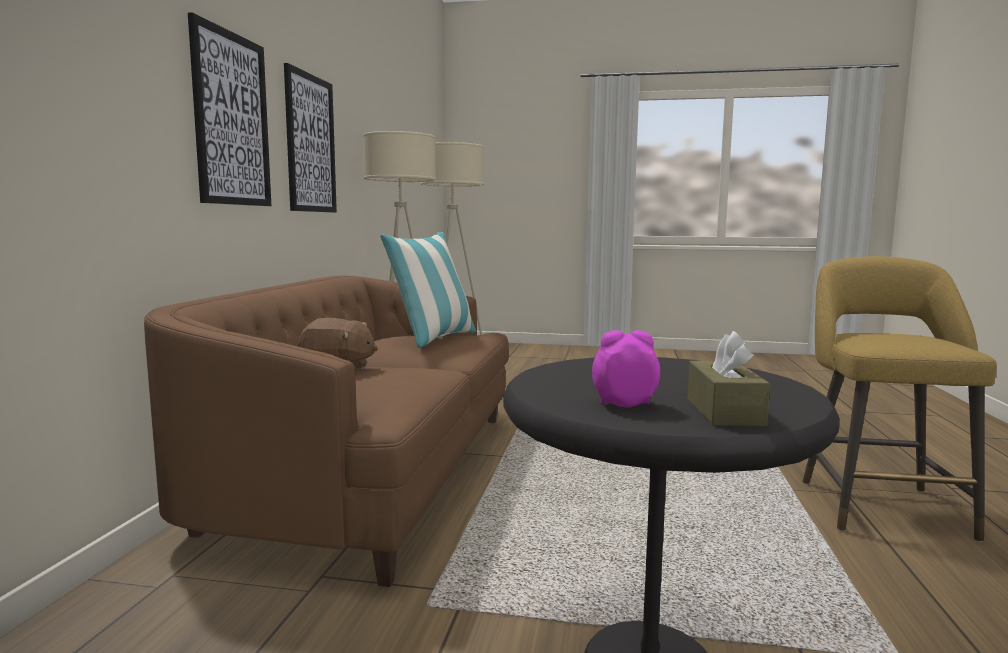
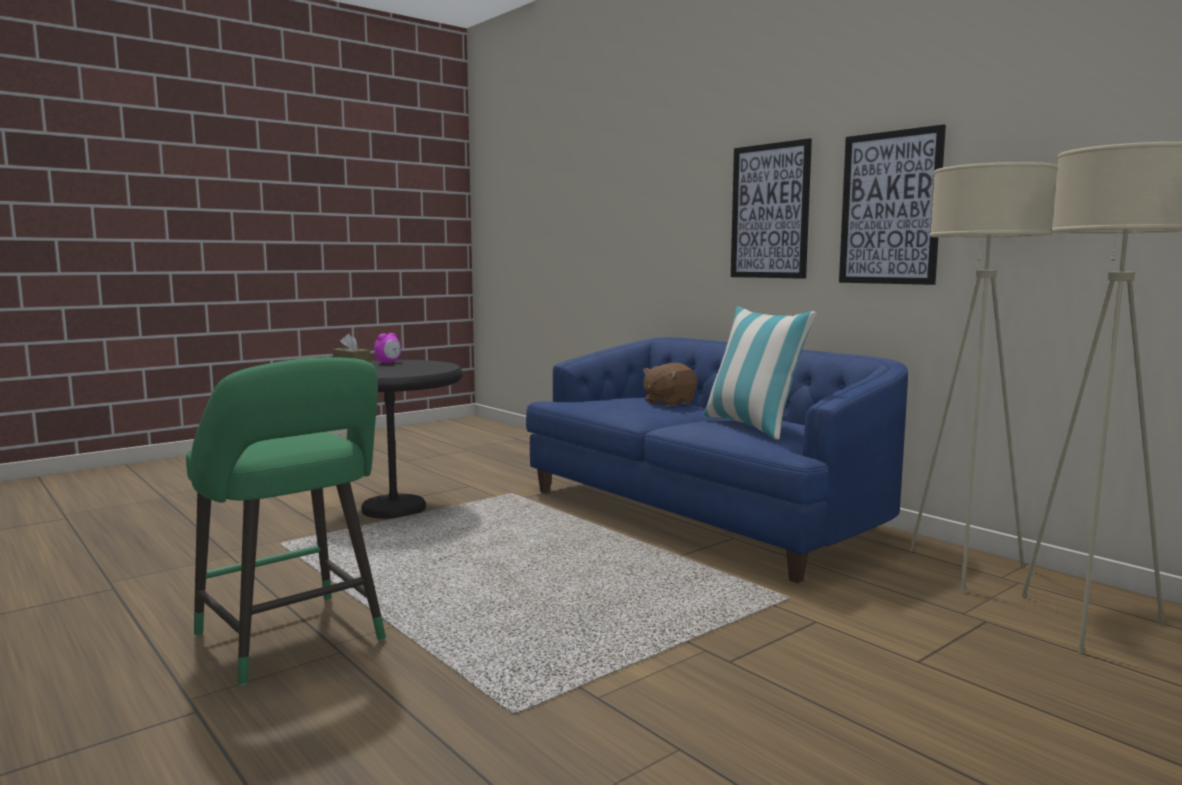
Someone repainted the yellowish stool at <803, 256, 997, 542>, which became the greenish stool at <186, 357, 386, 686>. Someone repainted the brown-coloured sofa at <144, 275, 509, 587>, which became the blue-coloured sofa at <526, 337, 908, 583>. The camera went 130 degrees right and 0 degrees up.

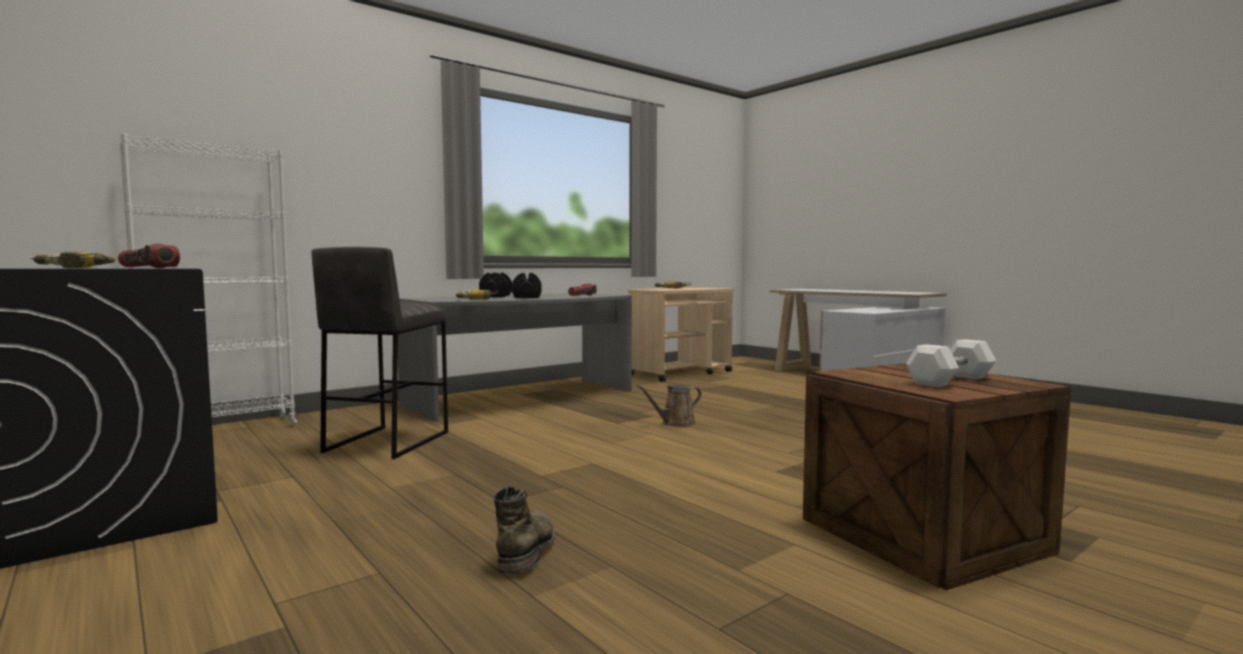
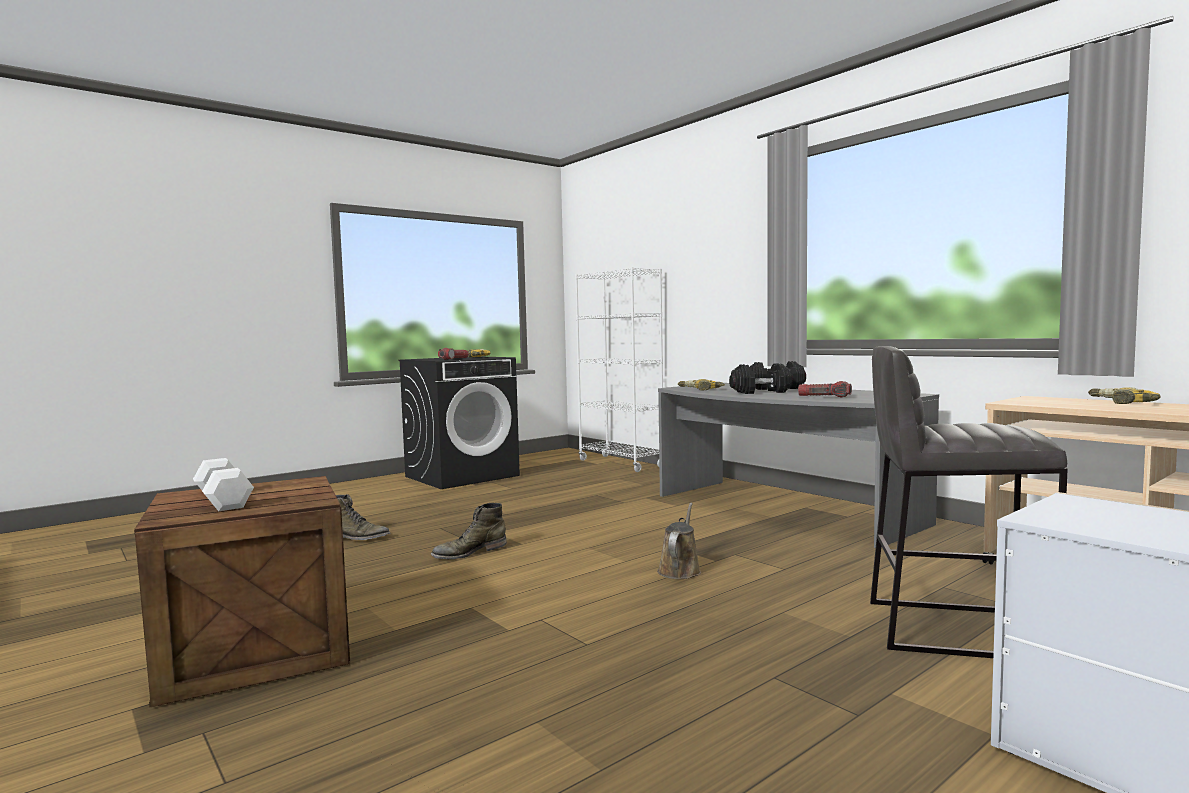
Someone carried the greyish stool from <312, 247, 448, 459> to <870, 346, 1067, 658>. Someone rotated the brown-coloured watering pot at <636, 385, 701, 427> by 45 degrees clockwise. Someone put down the greenish tall boot at <431, 503, 507, 559>. The camera went 90 degrees right and 0 degrees up.

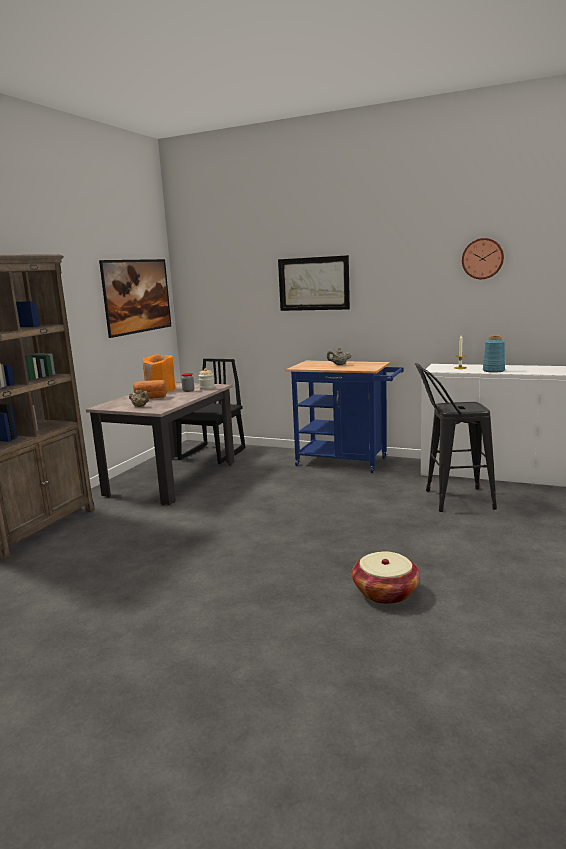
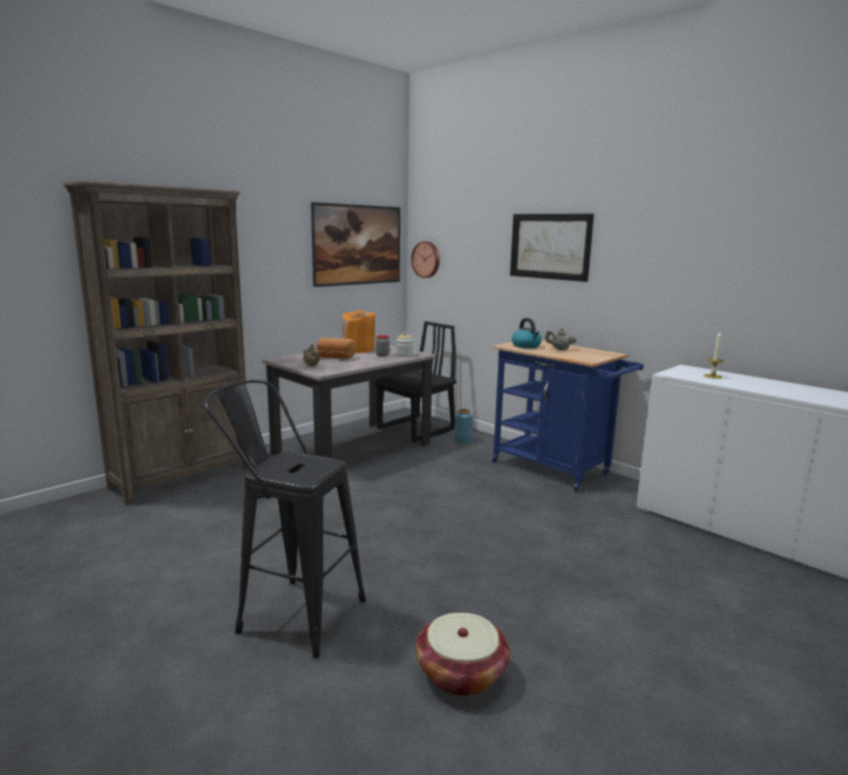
Someone carried the wall clock from <462, 238, 504, 279> to <411, 241, 440, 278>. Someone carried the blue-coloured vase from <483, 336, 505, 373> to <453, 409, 473, 444>. Someone carried the blackish stool from <415, 363, 497, 512> to <204, 380, 366, 658>. Someone put down the water kettle at <512, 318, 542, 348>. The camera went 20 degrees right and 0 degrees up.

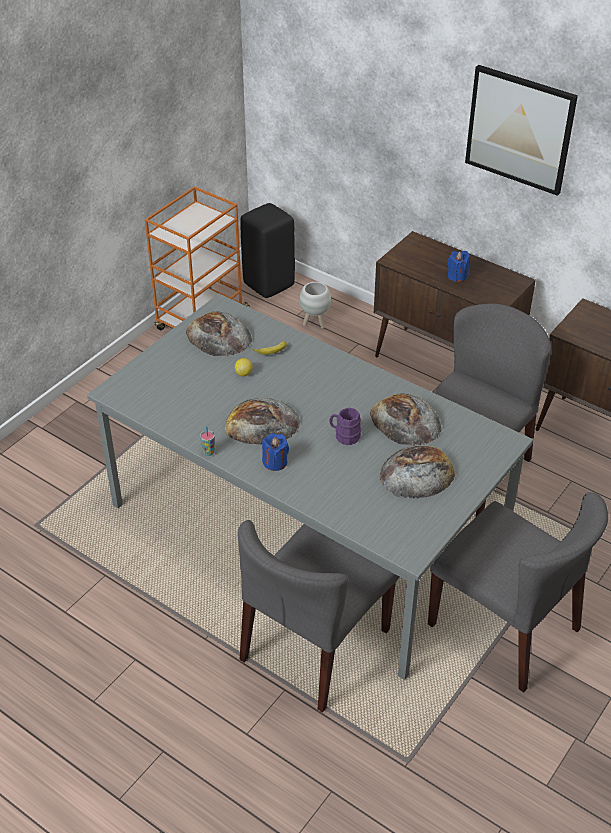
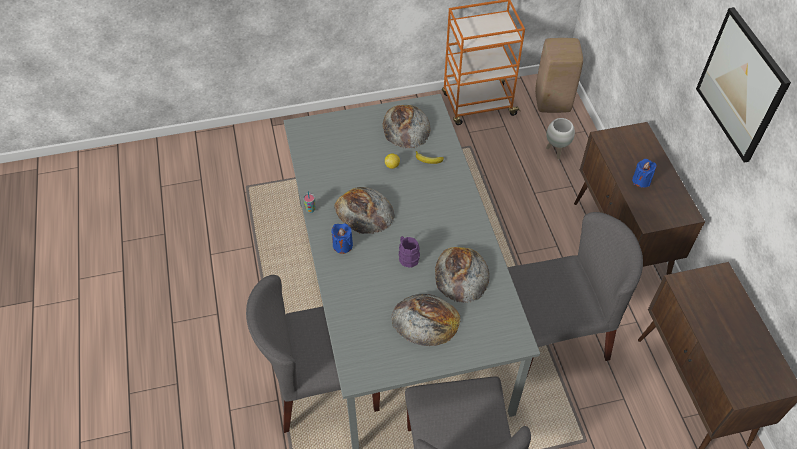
Someone repainted the blackish stool at <240, 203, 295, 298>, which became the beige-coloured stool at <535, 38, 583, 113>. The camera went 40 degrees right and 10 degrees up.

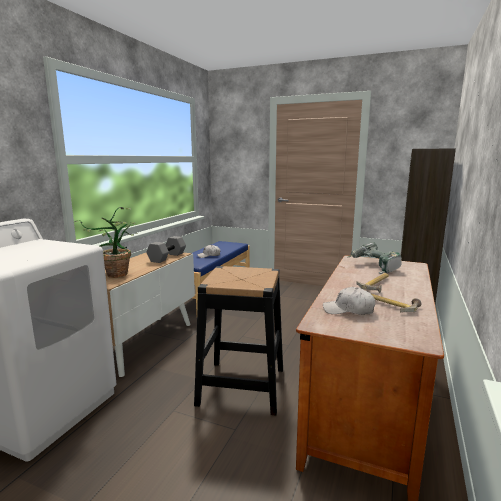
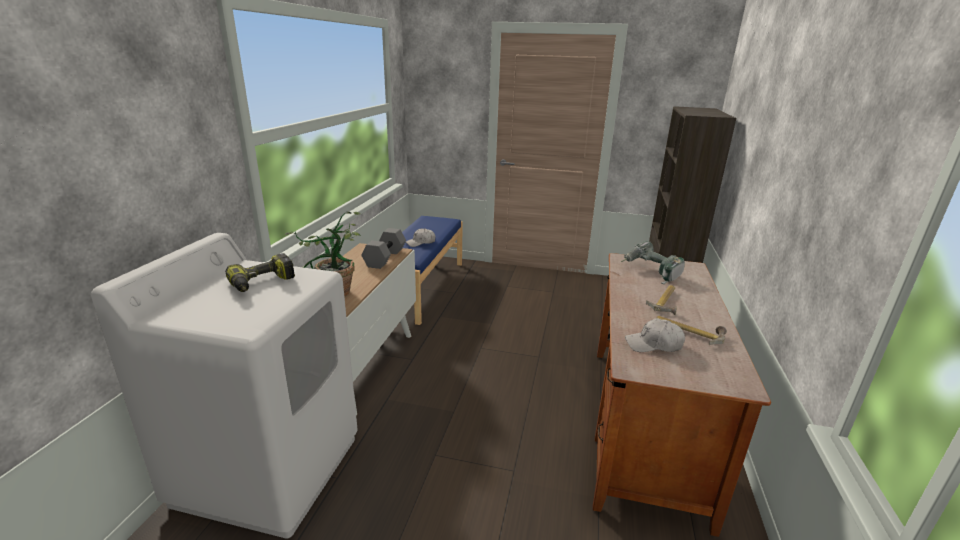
Someone took away the blackish stool at <194, 266, 283, 416>. Someone put down the power drill at <225, 253, 295, 292>. The camera went 10 degrees left and 10 degrees up.

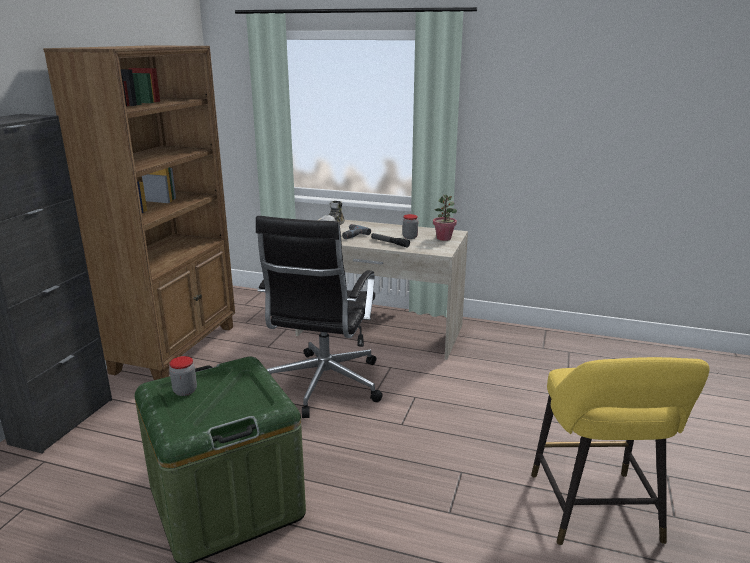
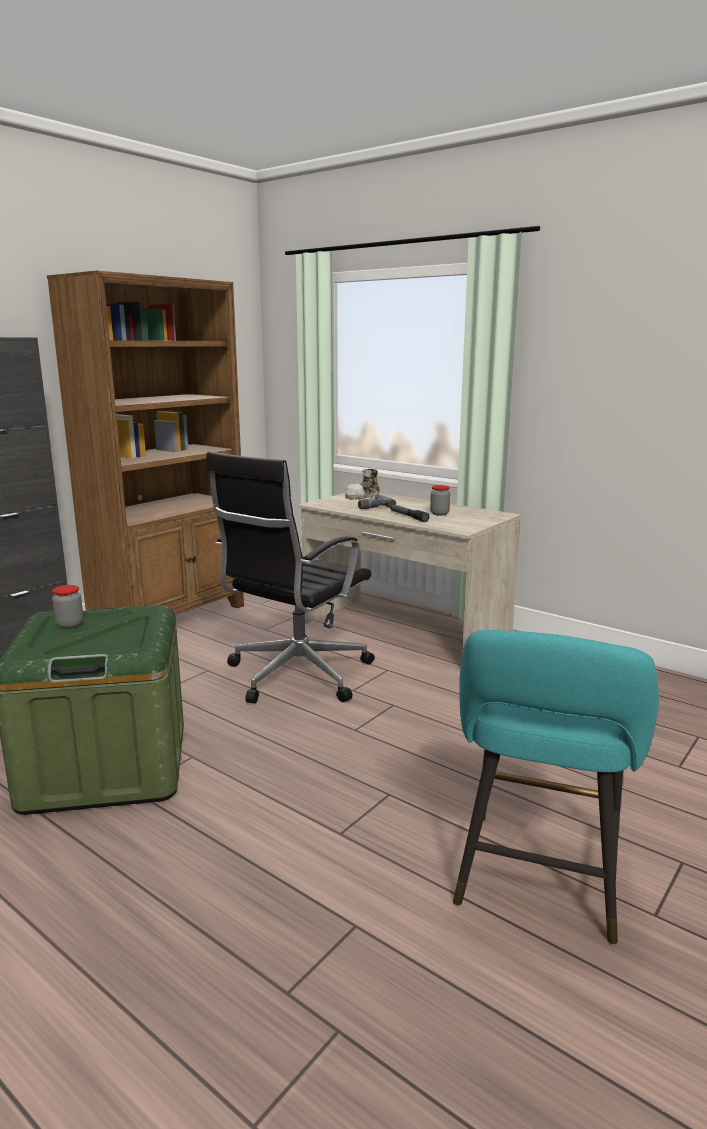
Someone took away the houseplant at <433, 195, 457, 241>. Someone repainted the yellowish stool at <531, 357, 709, 545>, which became the turquoise-coloured stool at <453, 630, 659, 945>. The camera went 20 degrees right and 5 degrees down.

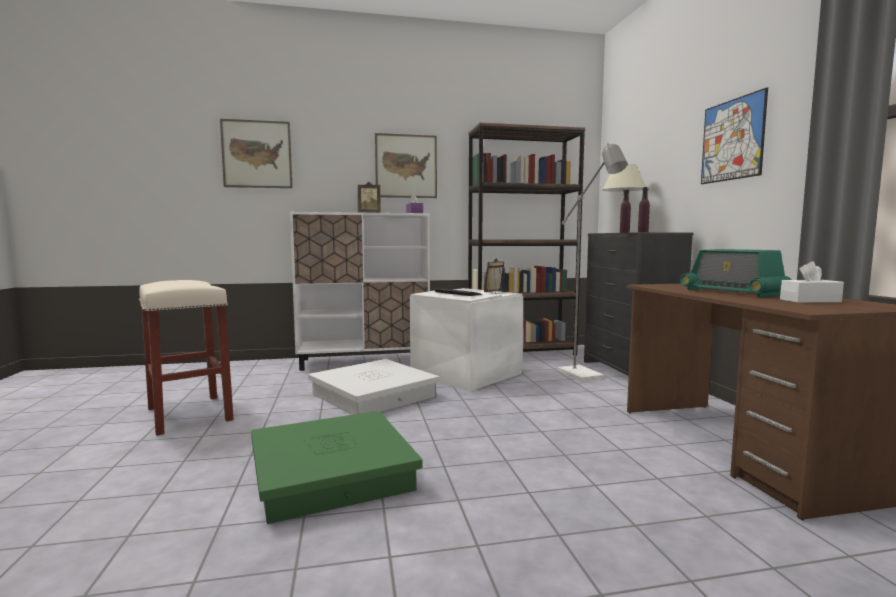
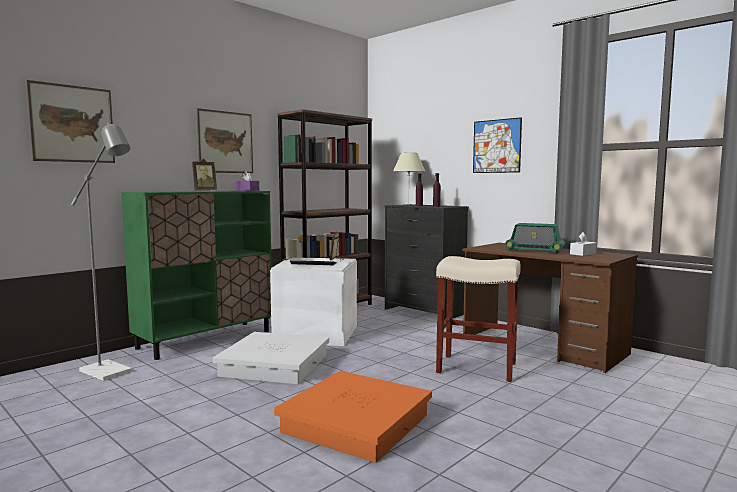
Someone carried the greyish standard lamp from <558, 143, 628, 381> to <71, 123, 132, 381>. Someone repainted the white storage cabinet at <290, 212, 430, 371>, which became the greenish storage cabinet at <121, 191, 272, 360>. Someone carried the beige-coloured stool from <139, 280, 234, 436> to <436, 256, 521, 382>. Someone repainted the greenish storage box at <251, 411, 423, 524>, which became the orangey storage box at <274, 371, 432, 463>. The camera went 35 degrees left and 0 degrees up.

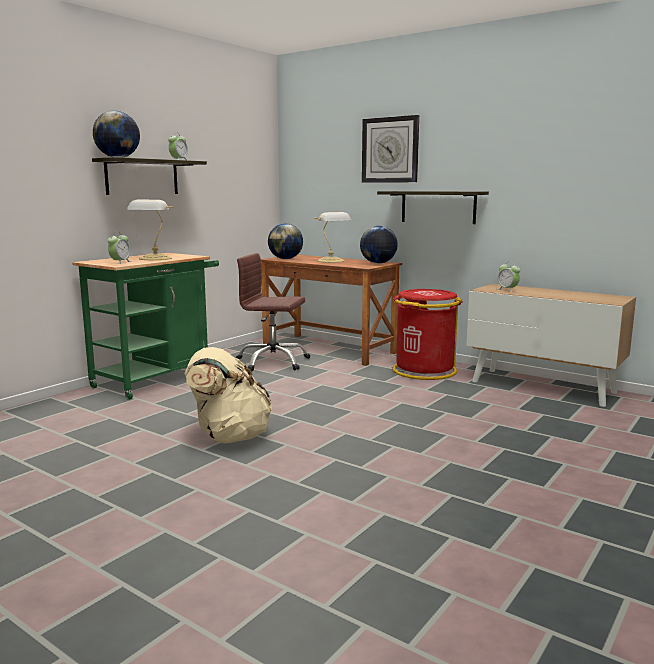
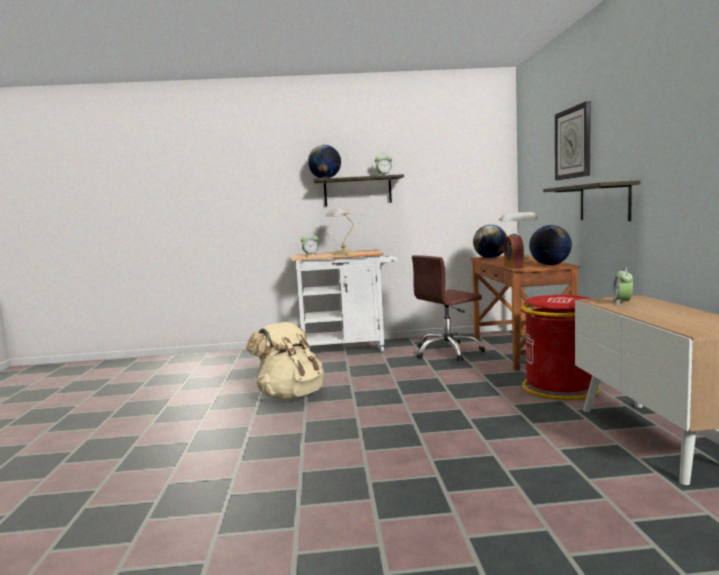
Someone repainted the greenish trolley at <72, 253, 219, 400>, which became the white trolley at <291, 250, 397, 352>. Someone rotated the brown-coloured desk chair at <236, 253, 310, 371> by 90 degrees counterclockwise. Someone put down the bedside clock at <504, 234, 524, 269>. The camera went 50 degrees right and 5 degrees down.

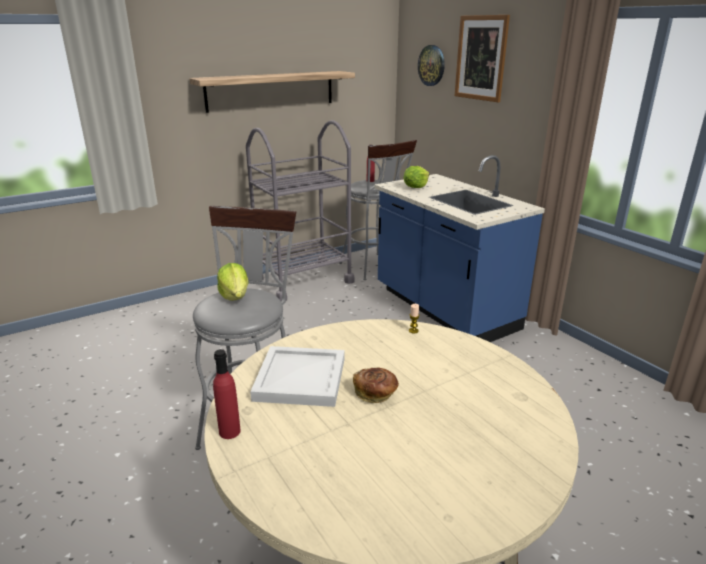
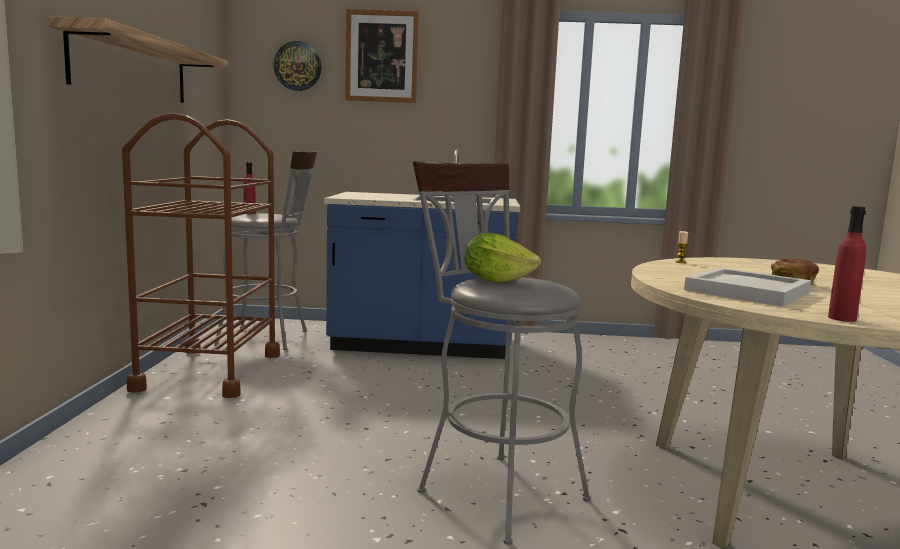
Someone repainted the greyish trolley at <246, 120, 355, 301>, which became the brown-coloured trolley at <122, 113, 280, 398>. Someone took away the head of lettuce at <403, 166, 430, 188>. The camera went 55 degrees left and 15 degrees down.

